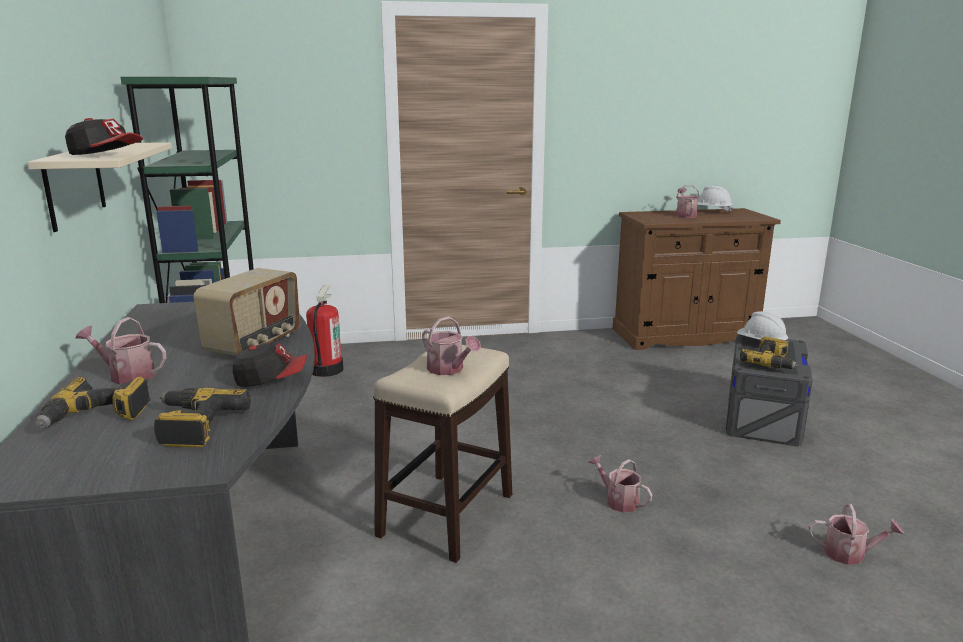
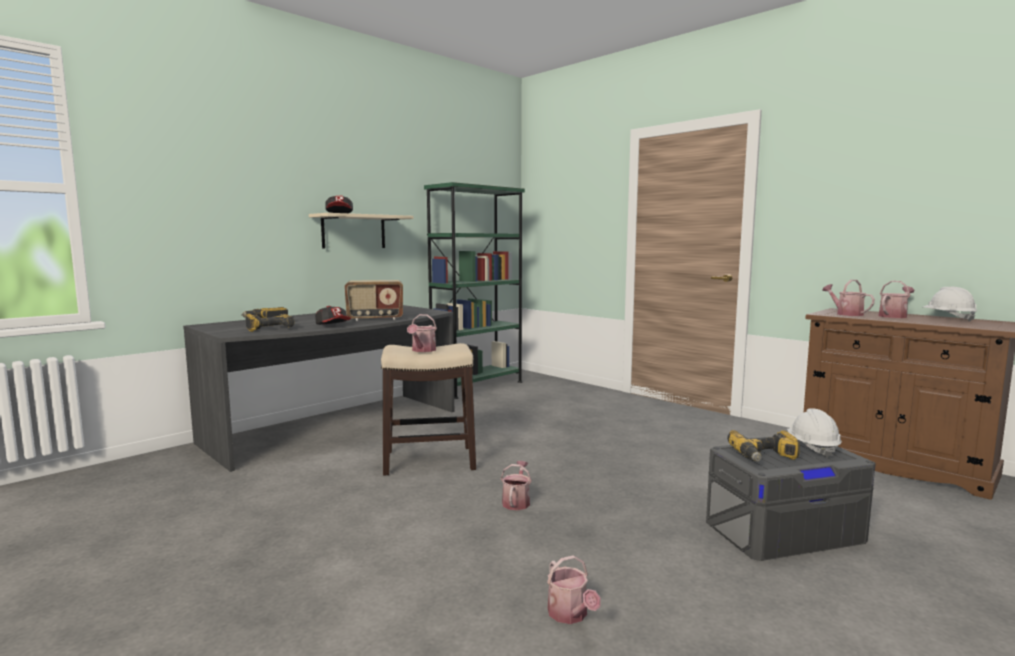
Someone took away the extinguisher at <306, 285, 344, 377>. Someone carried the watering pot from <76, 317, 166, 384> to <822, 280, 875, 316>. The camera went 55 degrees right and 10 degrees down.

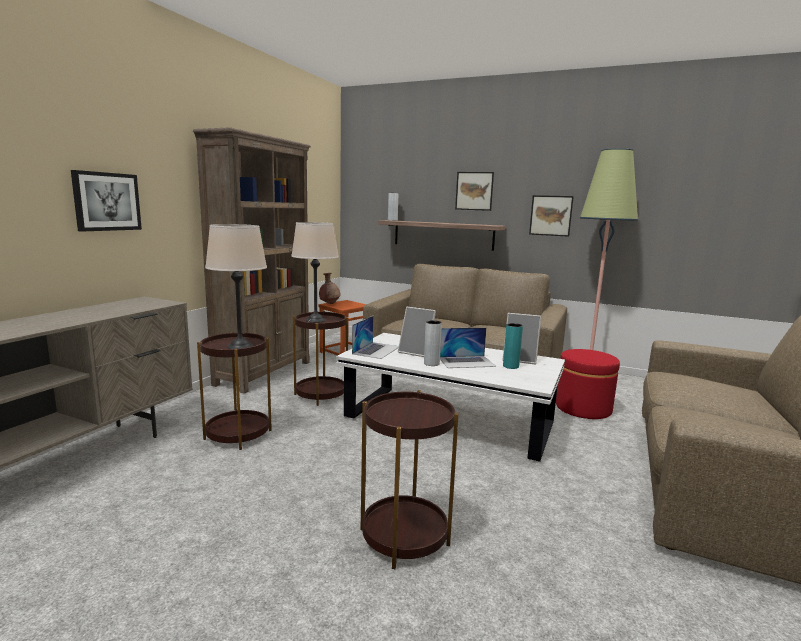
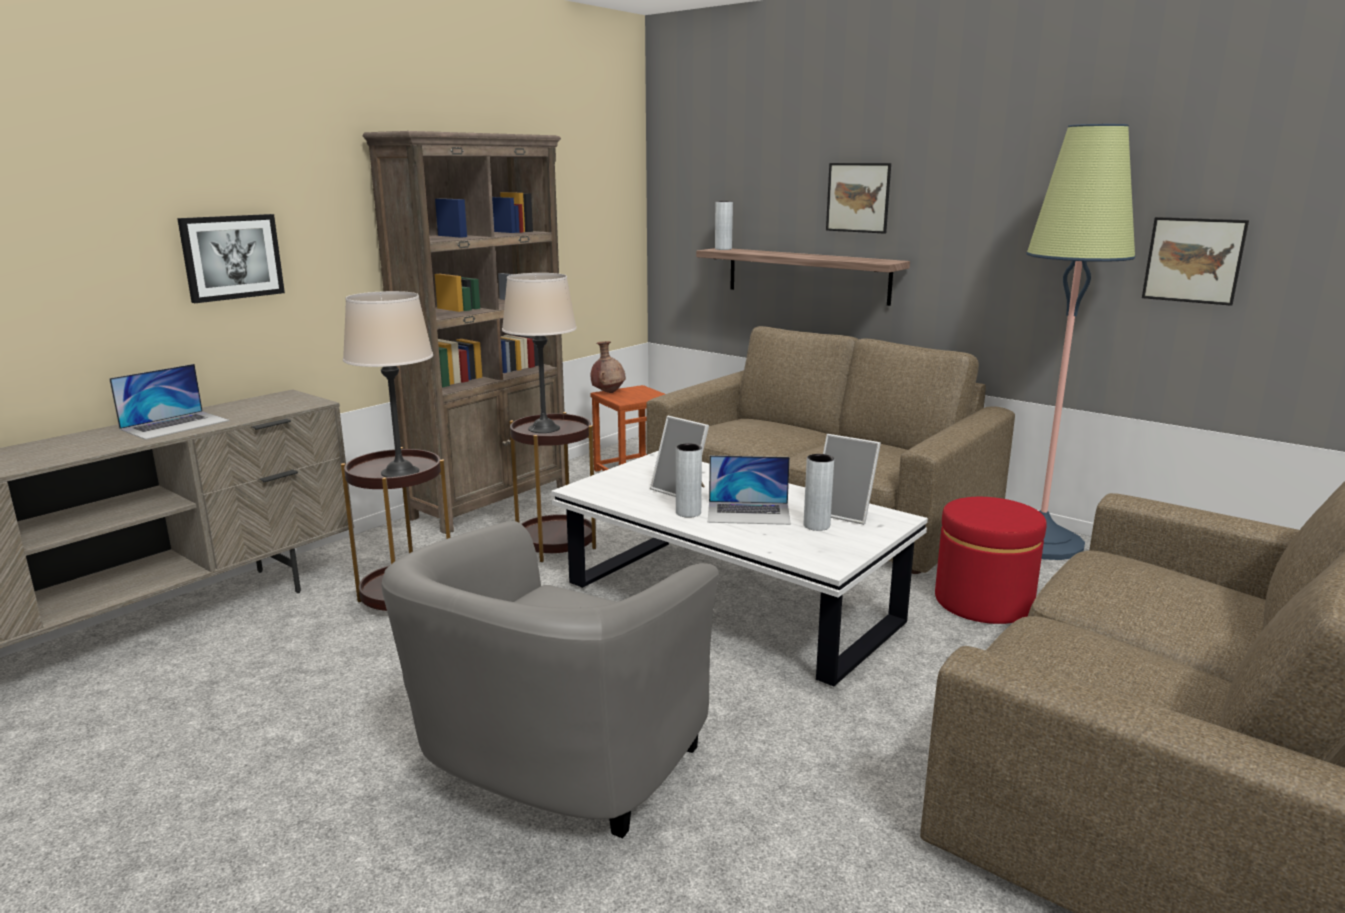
Someone carried the picture from <529, 195, 574, 237> to <1142, 217, 1249, 306>. Someone carried the notebook computer from <352, 316, 399, 359> to <109, 364, 229, 440>. Someone repainted the turquoise-coloured vase at <503, 323, 523, 369>, which became the greyish vase at <804, 454, 834, 531>. Someone swapped the brown-coloured side table at <361, 390, 459, 569> for the greyish lounge chair at <382, 521, 719, 839>. The camera went 15 degrees right and 5 degrees up.

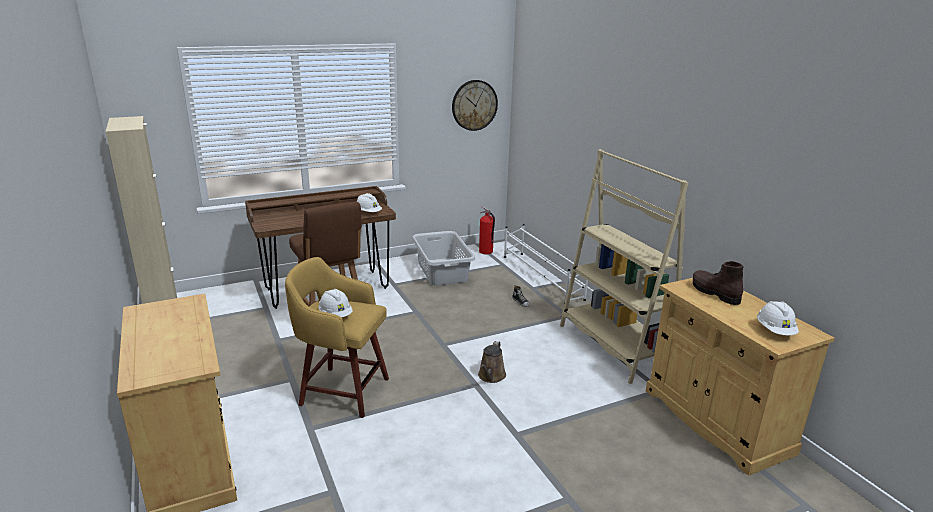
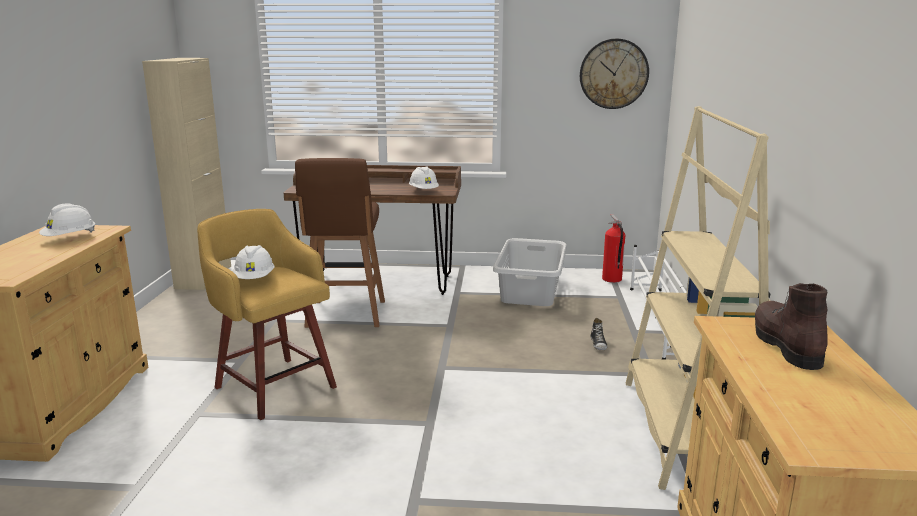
Someone carried the white safety helmet from <757, 301, 799, 335> to <39, 204, 95, 236>. Someone took away the brown-coloured watering pot at <478, 341, 506, 383>. The camera went 30 degrees right and 5 degrees down.

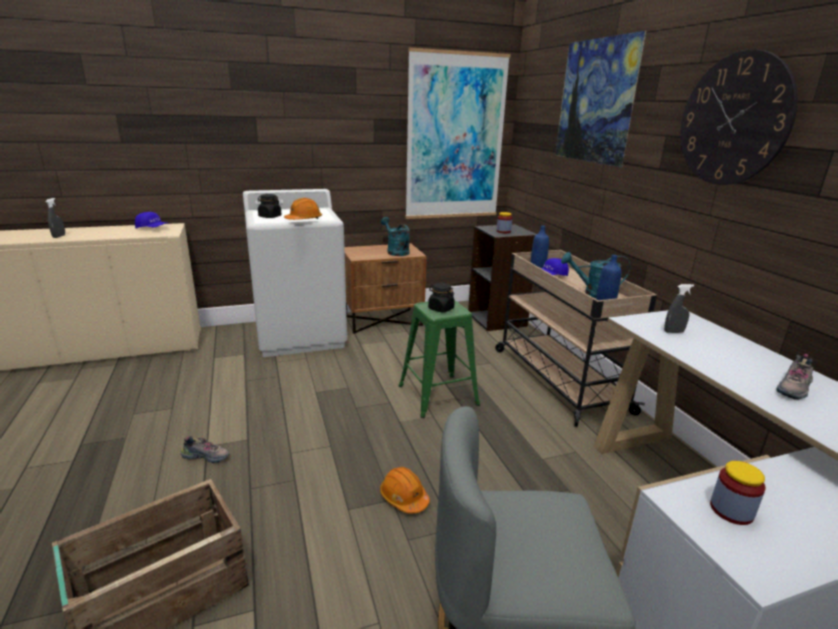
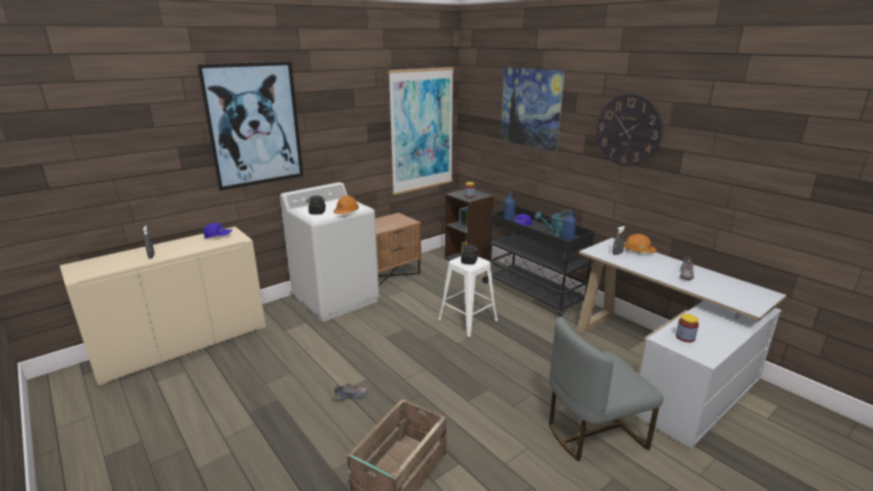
Someone took away the turquoise-coloured watering pot at <381, 217, 410, 256>. Someone repainted the beige-coloured trolley at <495, 250, 657, 427>, which became the blackish trolley at <482, 206, 595, 317>. Someone repainted the greenish stool at <399, 300, 480, 418>, which became the white stool at <438, 256, 498, 338>. Someone carried the orangey safety helmet from <380, 467, 430, 514> to <624, 234, 656, 253>. Someone put up the picture at <197, 61, 303, 191>. The camera went 20 degrees left and 0 degrees up.

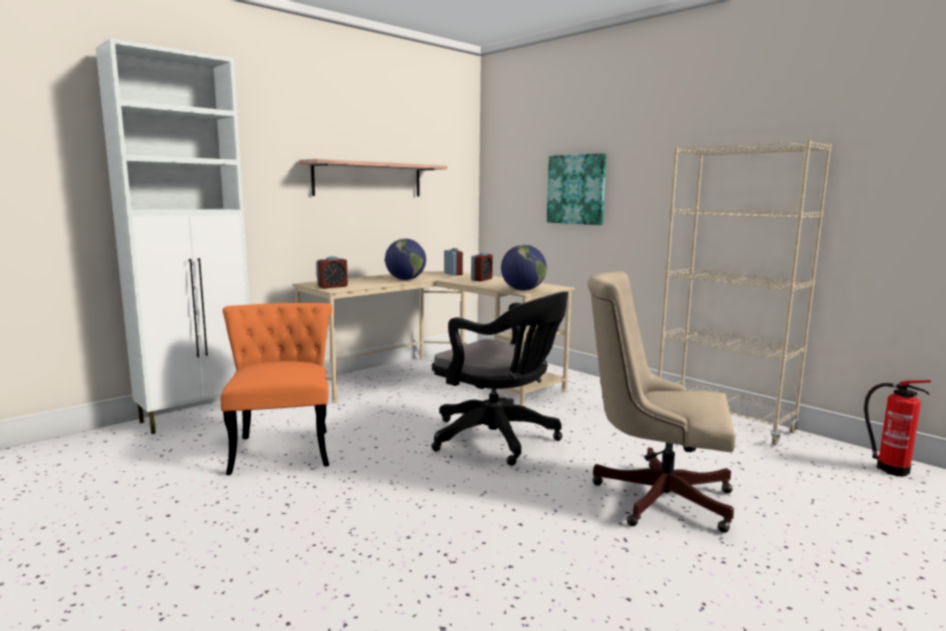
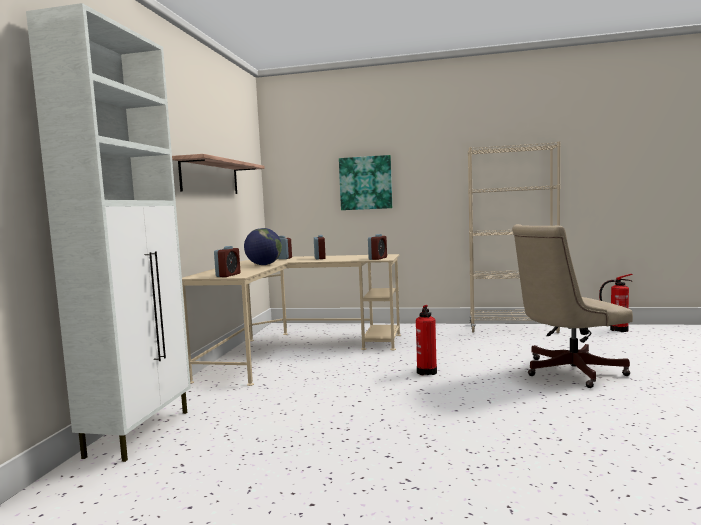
Someone swapped the world globe at <501, 245, 547, 291> for the bedside clock at <368, 234, 387, 260>. Someone swapped the blackish desk chair at <432, 291, 569, 466> for the extinguisher at <416, 305, 437, 376>. Someone took away the orangey upright chair at <221, 303, 332, 475>. The camera went 35 degrees left and 5 degrees down.

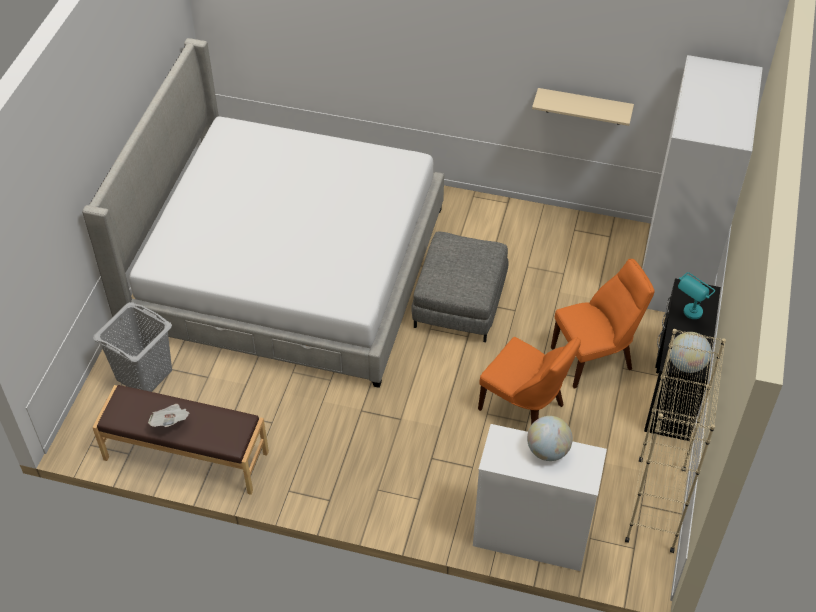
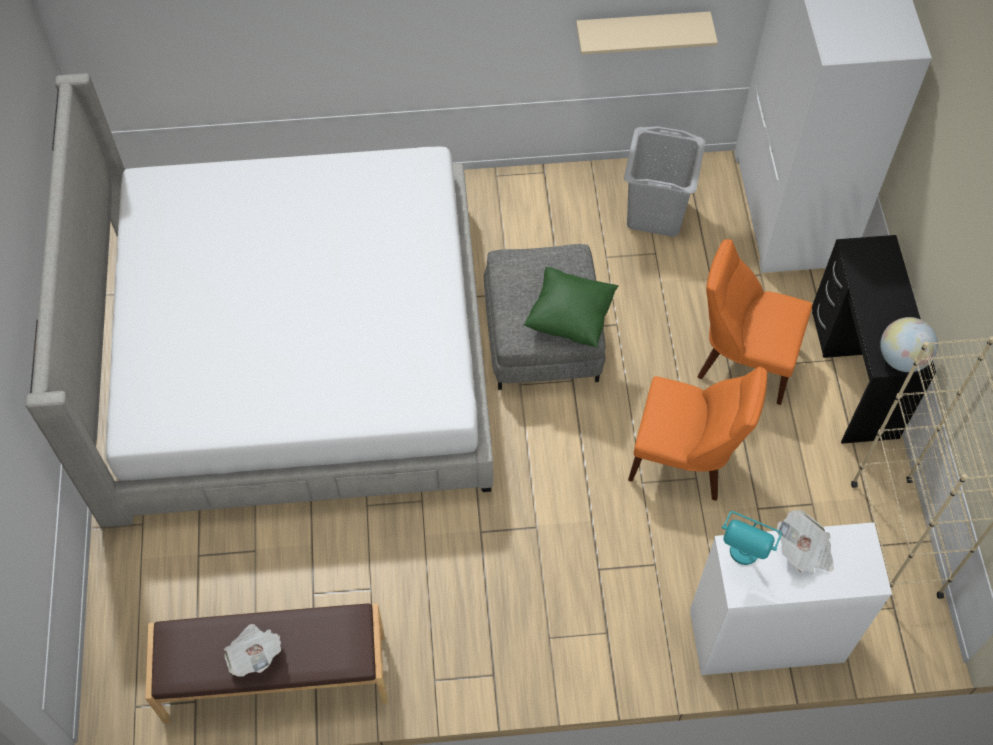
Someone rotated the orangey upright chair at <551, 259, 654, 388> by 120 degrees counterclockwise. Someone carried the turquoise-coloured tabletop lamp from <678, 272, 715, 319> to <722, 511, 782, 565>. Someone carried the greyish laundry basket from <93, 302, 172, 392> to <624, 126, 705, 237>. Someone swapped the world globe at <527, 416, 573, 461> for the daily paper at <777, 510, 834, 574>. Someone put down the greenish pillow at <523, 267, 619, 348>. The camera went 20 degrees left and 10 degrees up.

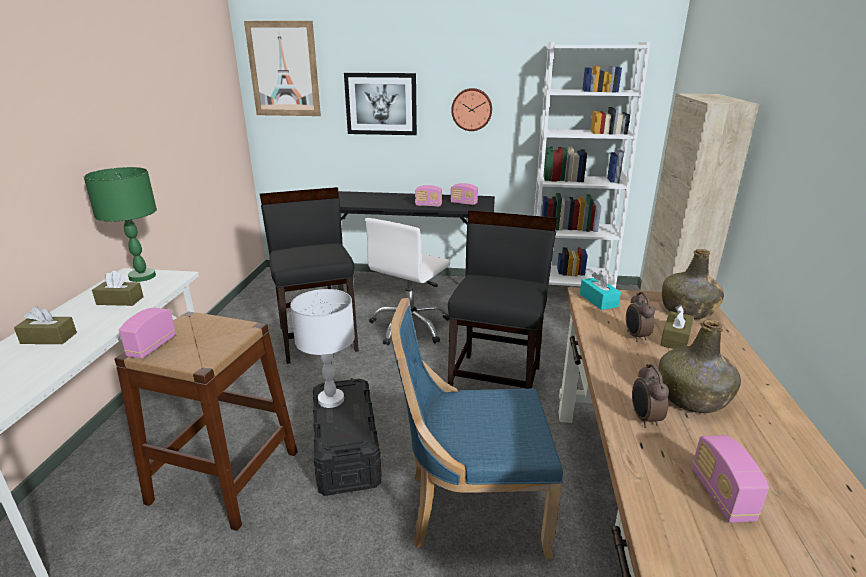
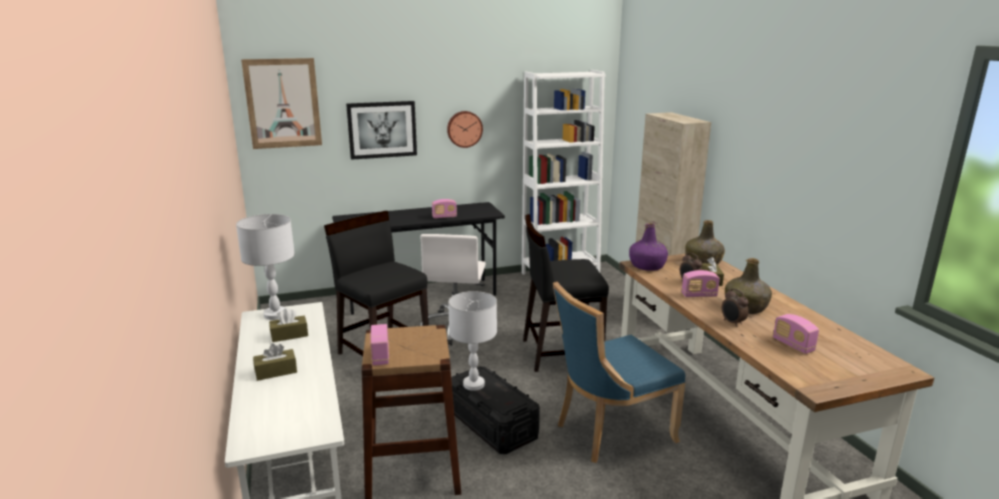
Someone repainted the greenish tabletop lamp at <84, 167, 157, 282>, which became the white tabletop lamp at <236, 214, 295, 320>. Someone carried the radio set from <451, 183, 478, 205> to <682, 270, 720, 297>. Someone rotated the blackish upright chair at <448, 210, 557, 389> by 90 degrees counterclockwise. Someone swapped the turquoise-coloured tissue holder at <580, 270, 621, 310> for the purplish beverage bottle at <629, 223, 668, 271>. The camera went 25 degrees left and 5 degrees down.

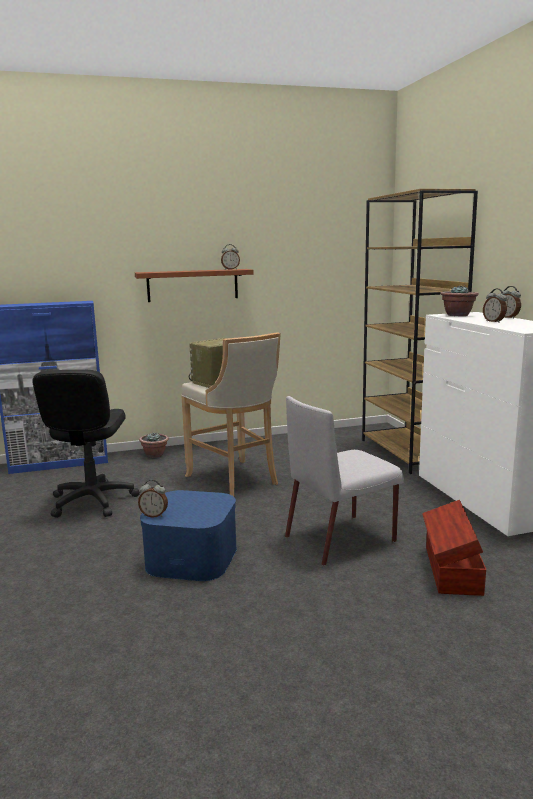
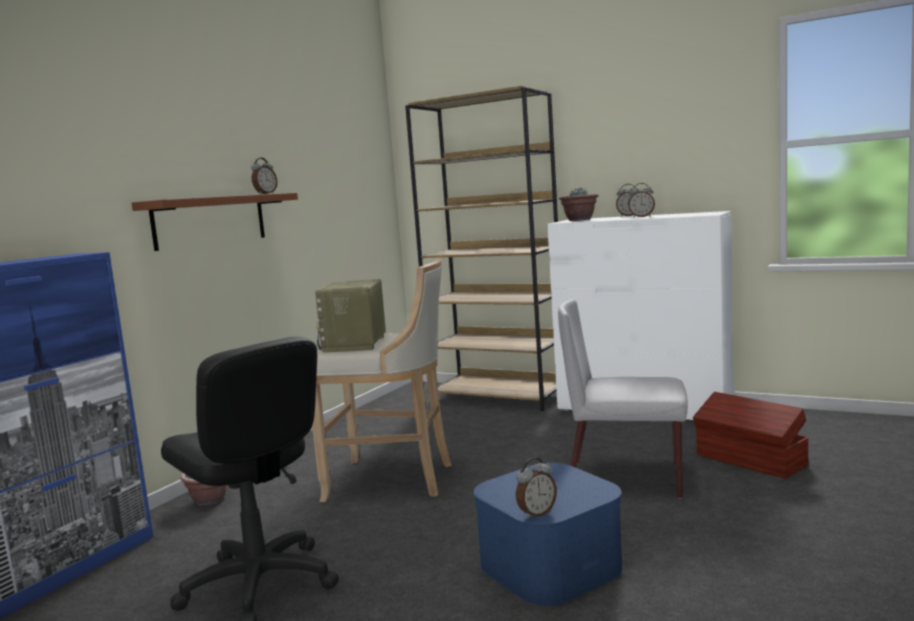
Someone rotated the greyish upright chair at <285, 396, 404, 566> by 90 degrees clockwise. The camera went 45 degrees left and 5 degrees down.

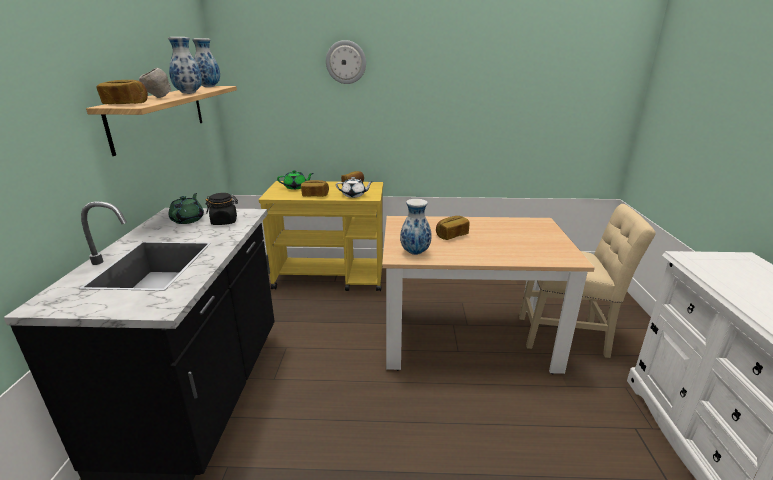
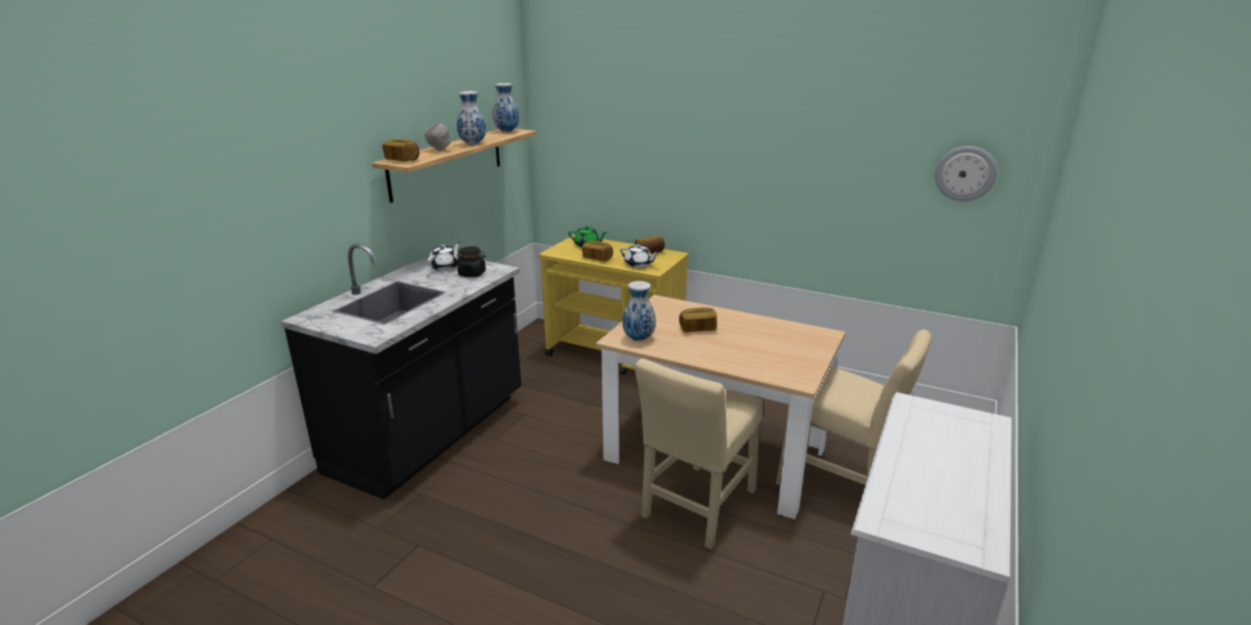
Someone carried the wall clock from <326, 40, 366, 84> to <935, 146, 997, 201>. Someone repainted the greenish tea pot at <169, 193, 204, 224>, which became the white tea pot at <427, 242, 460, 271>. Someone put down the beige-coloured upright chair at <634, 358, 763, 549>. The camera went 25 degrees right and 0 degrees up.

